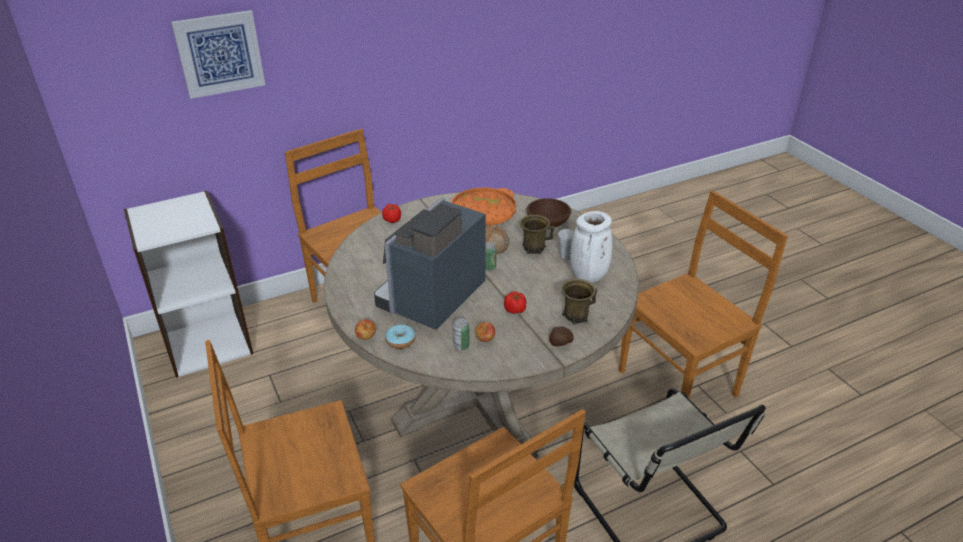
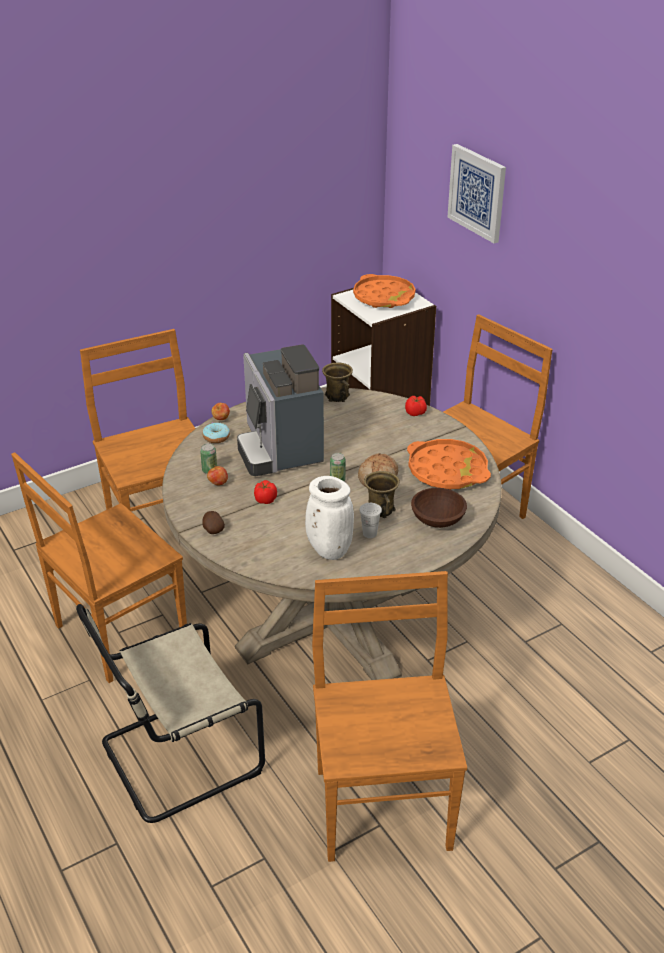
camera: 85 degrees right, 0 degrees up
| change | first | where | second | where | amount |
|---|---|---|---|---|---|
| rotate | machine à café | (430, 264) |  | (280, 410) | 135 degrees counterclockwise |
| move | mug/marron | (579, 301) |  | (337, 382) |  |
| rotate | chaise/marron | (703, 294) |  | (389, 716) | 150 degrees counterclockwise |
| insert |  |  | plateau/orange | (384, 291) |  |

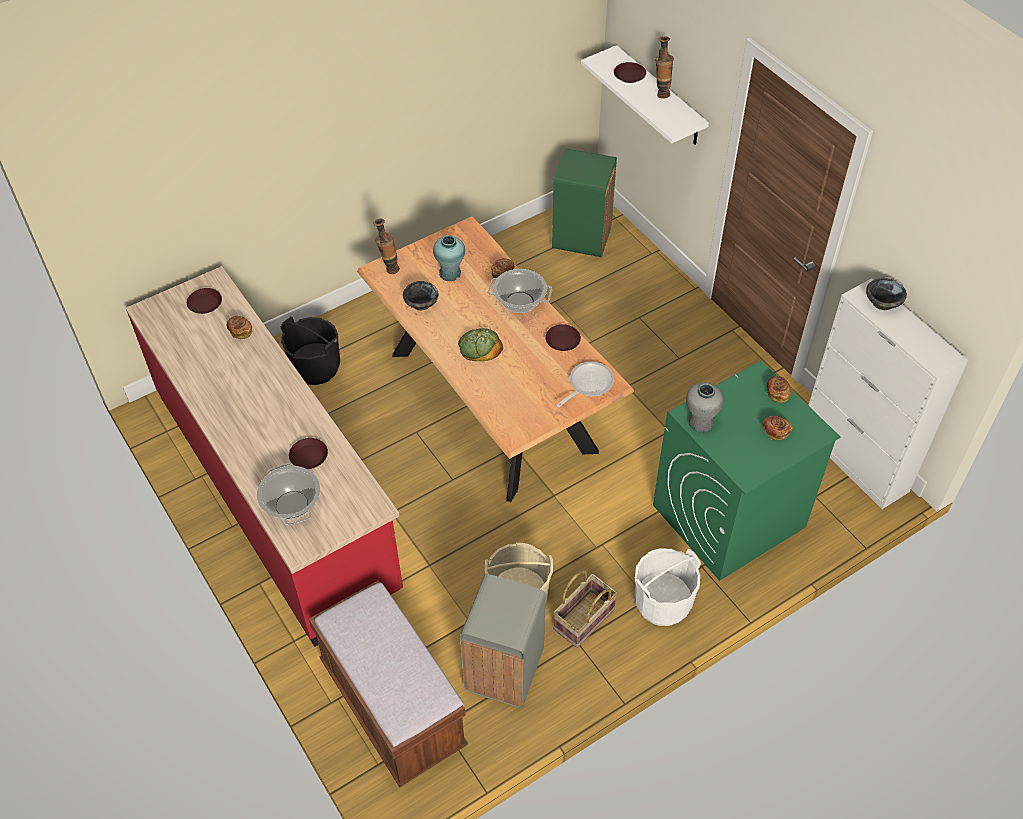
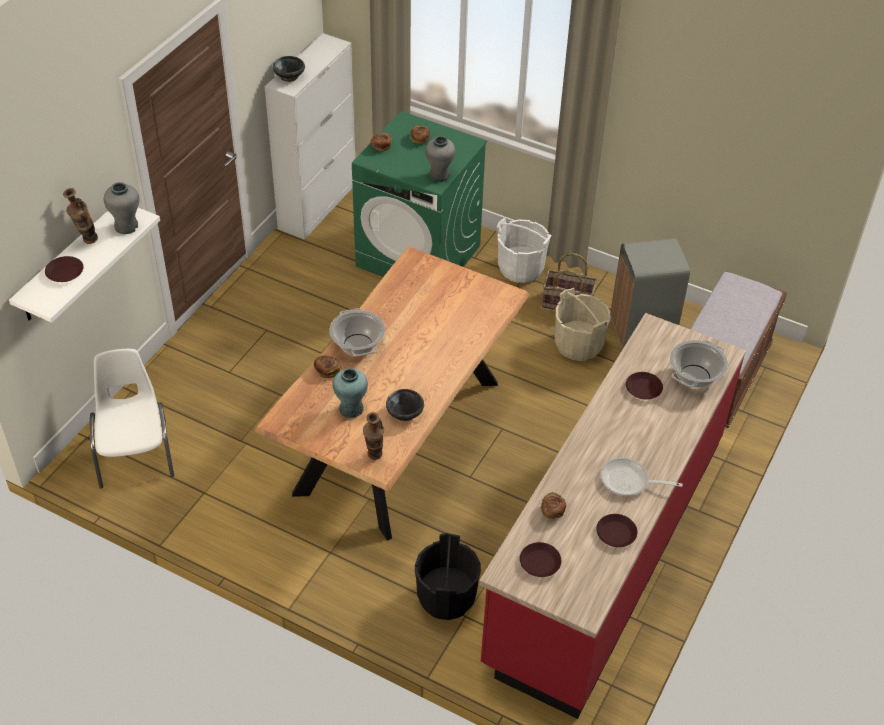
camera: 120 degrees left, 5 degrees down
| change | first | where | second | where | amount |
|---|---|---|---|---|---|
| delete | pain | (480, 344) |  |  |  |
| move | assiette/marron | (563, 338) |  | (616, 530) |  |
| replace | poubelle/vert | (584, 202) | chaise/blanc | (132, 418) |  |
| move | poêle | (585, 384) |  | (641, 476) |  |
| insert |  |  | vase/gris | (121, 208) |  |

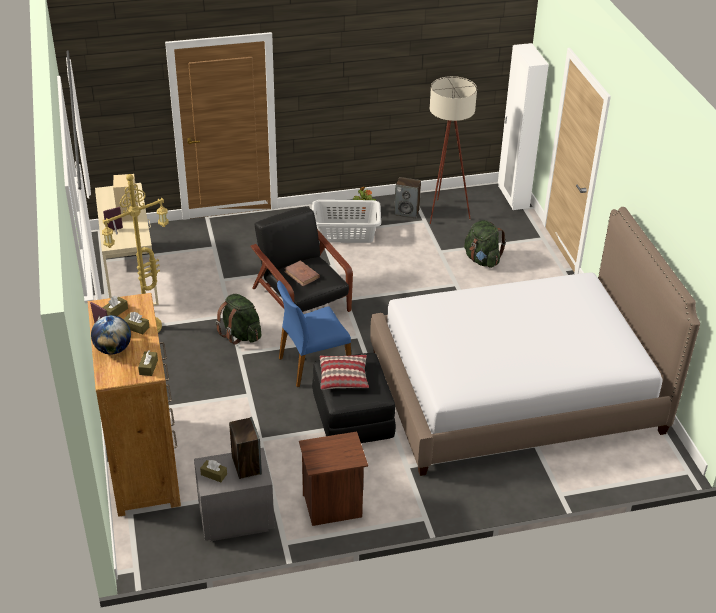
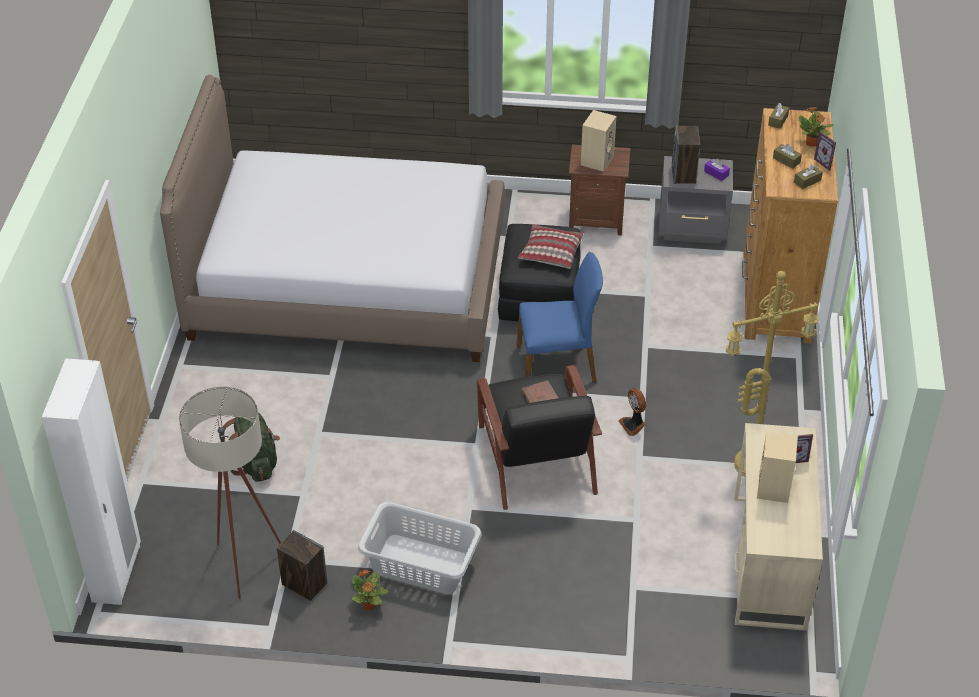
camera: 160 degrees left, 5 degrees up
| change | first | where | second | where | amount |
|---|---|---|---|---|---|
| replace | globe | (111, 335) | plante en pot | (816, 127) |  |
| recolor | boîte à mouchoirs/marron | (213, 471) | boîte à mouchoirs/violet | (717, 170) |  |
| replace | sac à dos/vert | (239, 319) | ventilateur | (632, 412) |  |
| insert |  |  | enceinte/beige | (598, 141) |  |

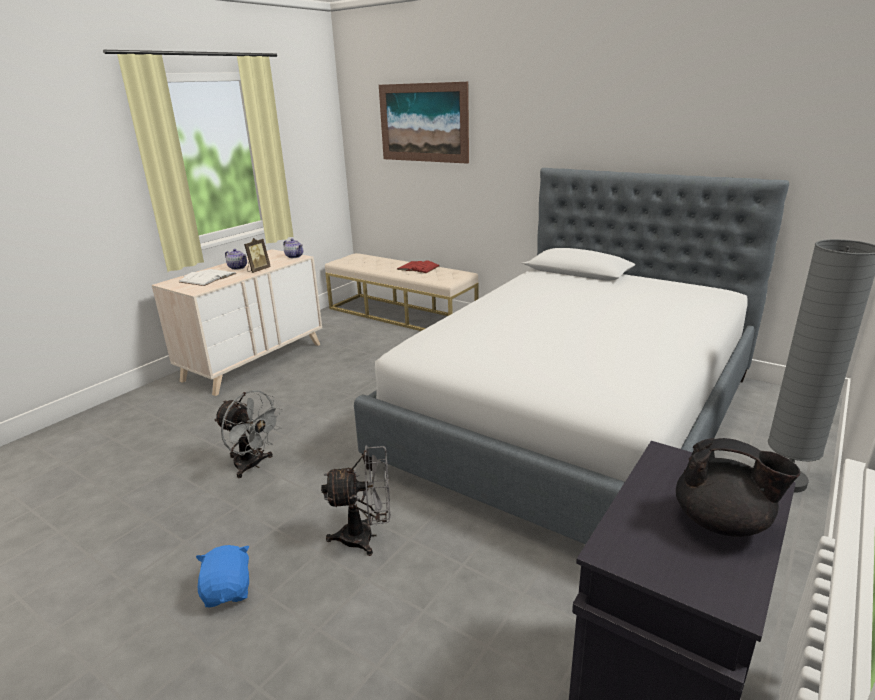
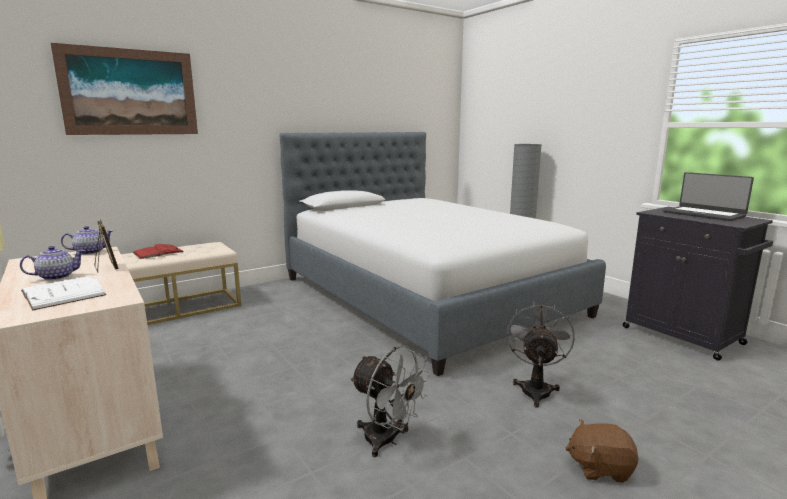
camera: 70 degrees left, 10 degrees down
| change | first | where | second | where | amount |
|---|---|---|---|---|---|
| recolor | peluche/bleu | (222, 576) | peluche/marron | (602, 451) |  |
| rotate | ventilateur/gris | (248, 434) |  | (390, 401) | 75 degrees clockwise |
| replace | théière/noir | (738, 487) | ordinateur portable | (708, 196) |  |

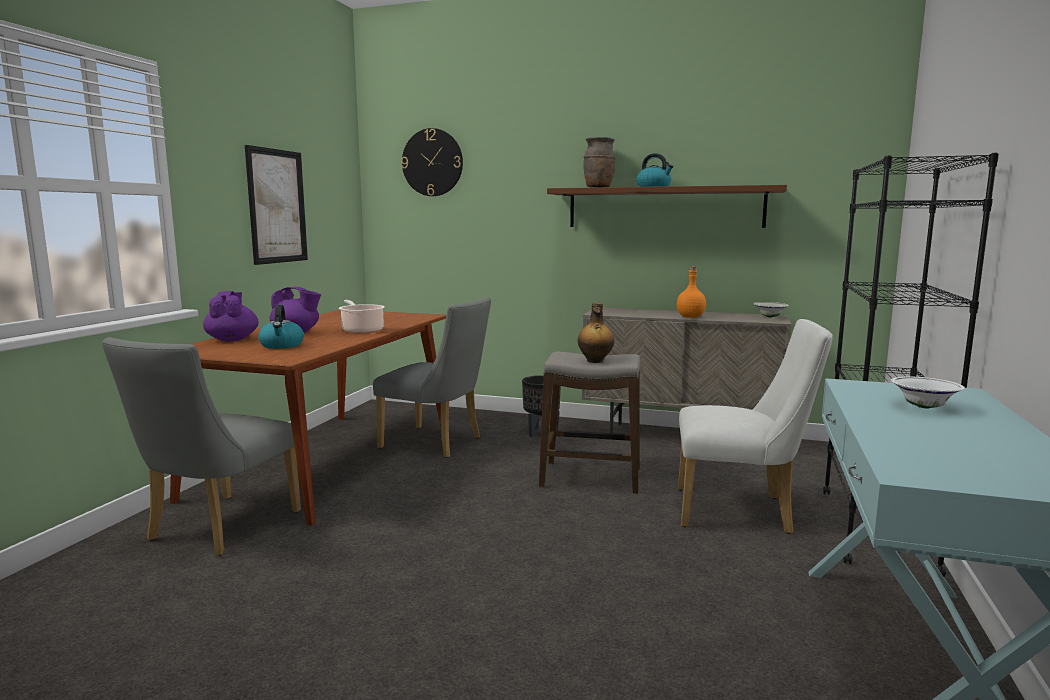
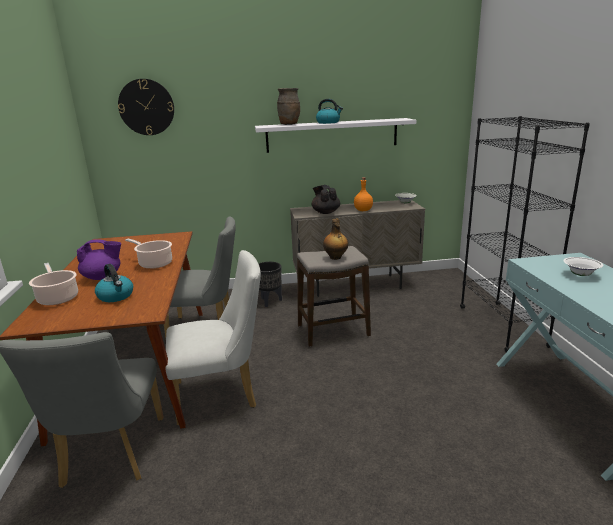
camera: 25 degrees left, 10 degrees up
| change | first | where | second | where | amount |
|---|---|---|---|---|---|
| replace | théière/violet | (230, 316) | marmite | (53, 284) |  |
| delete | tableau | (276, 205) |  |  |  |
| recolor | étagère/marron | (667, 206) | étagère/blanc | (335, 135) |  |
| move | chaise/blanc | (755, 426) |  | (213, 337) |  |
| insert |  |  | théière/noir | (326, 199) |  |

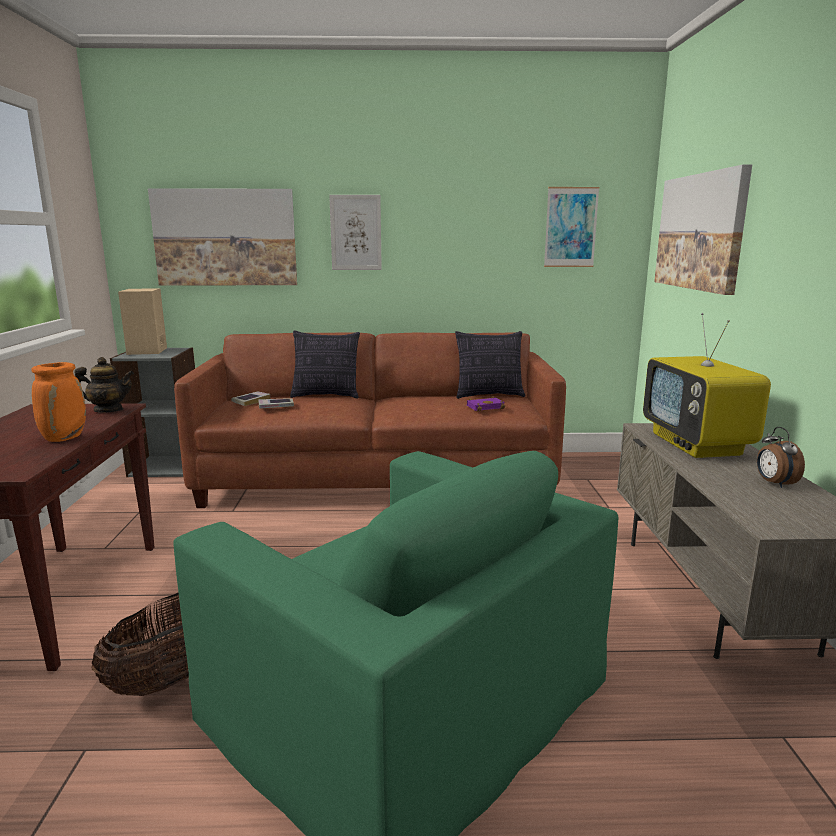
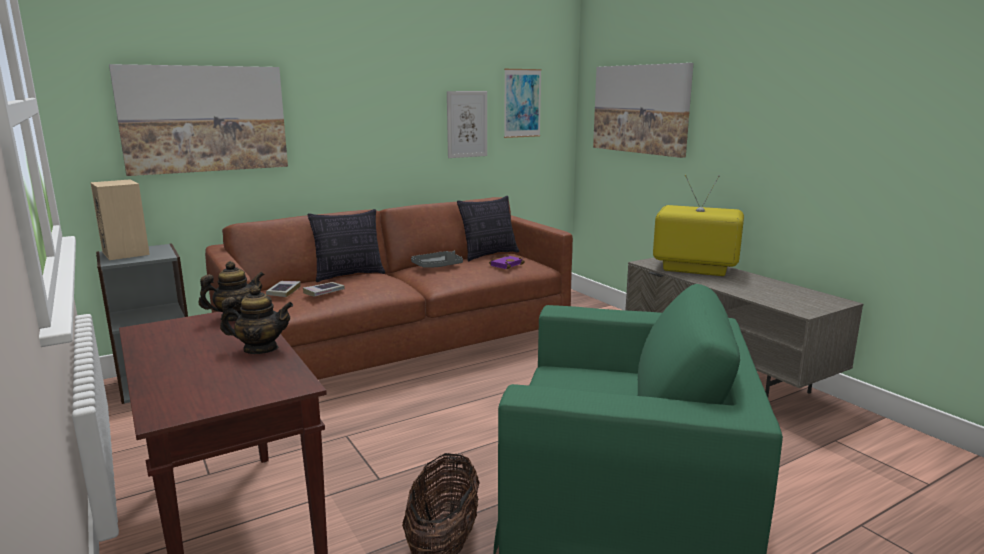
camera: 30 degrees left, 0 degrees up
| change | first | where | second | where | amount |
|---|---|---|---|---|---|
| replace | vase/orange | (58, 402) | théière | (256, 319) |  |
| move | tableau | (355, 232) |  | (467, 124) |  |
| rotate | téléviseur | (707, 385) |  | (698, 225) | 150 degrees clockwise |
| delete | réveil | (781, 457) |  |  |  |
| insert |  |  | plateau/gris | (437, 259) |  |

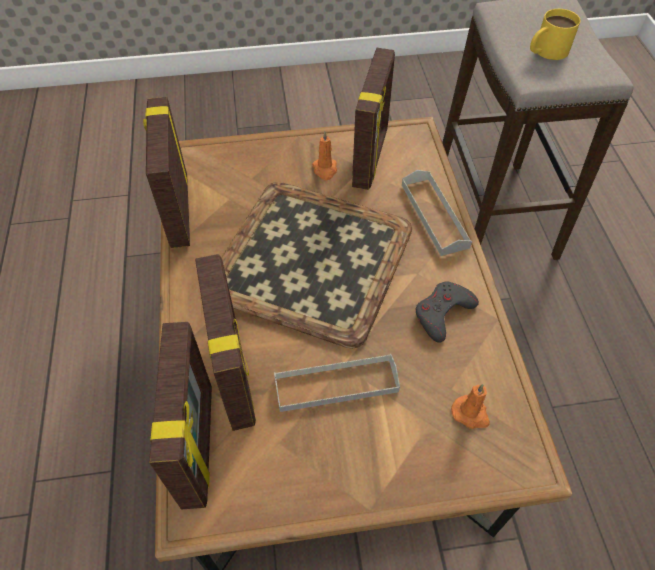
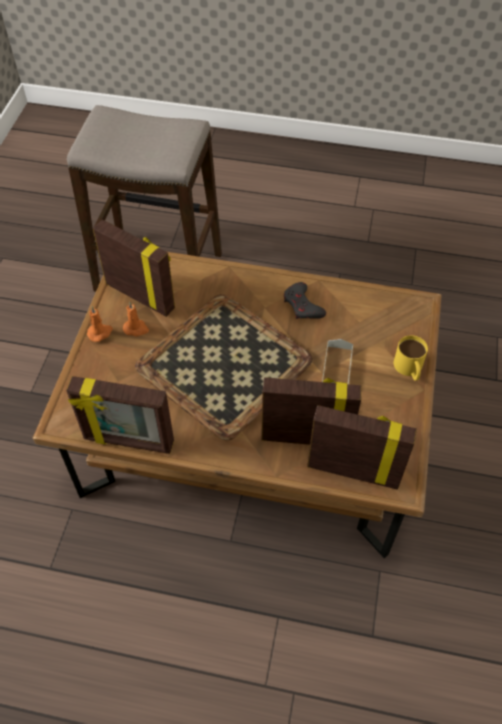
camera: 70 degrees left, 0 degrees up
| change | first | where | second | where | amount |
|---|---|---|---|---|---|
| delete | plateau/gris | (437, 213) |  |  |  |
| move | bougie/orange | (470, 406) |  | (100, 324) |  |
| move | mug/jaune | (555, 34) |  | (411, 358) |  |

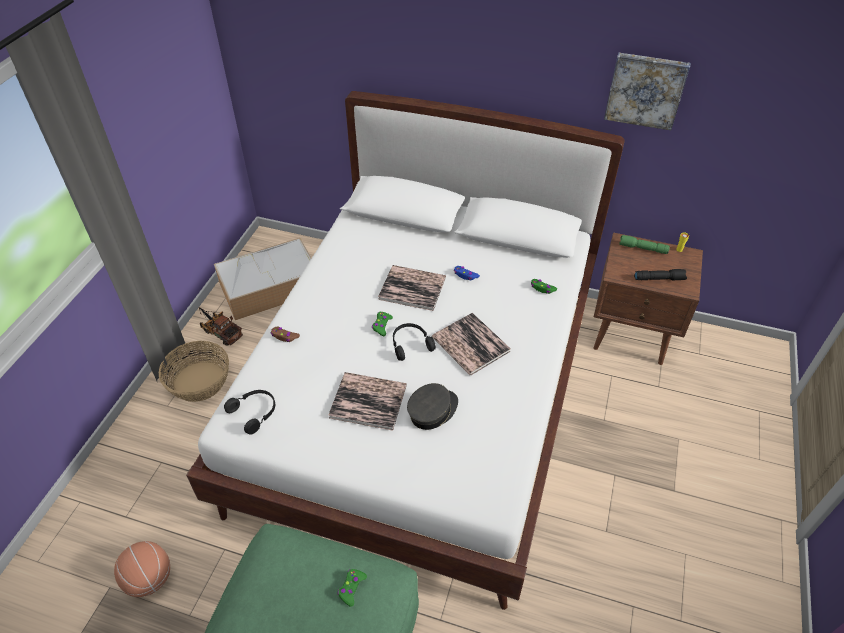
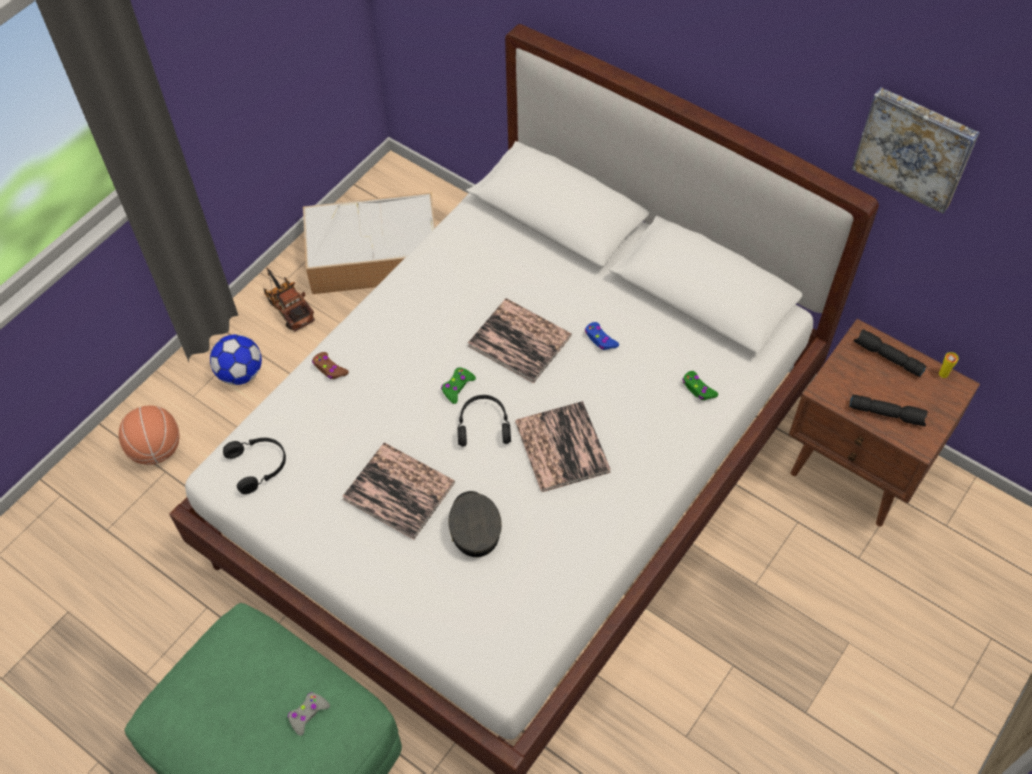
camera: 20 degrees right, 10 degrees up
| change | first | where | second | where | amount |
|---|---|---|---|---|---|
| move | ballon de basket | (142, 569) |  | (149, 435) |  |
| replace | panier | (194, 371) | ballon de foot | (236, 359) |  |
| recolor | manette/vert | (352, 588) | manette/gris | (309, 714) |  |
| rotate | casquette/gris | (432, 406) |  | (475, 524) | 75 degrees counterclockwise |
| recolor | lampe de poche/vert | (644, 244) | lampe de poche/noir | (890, 353) |  |

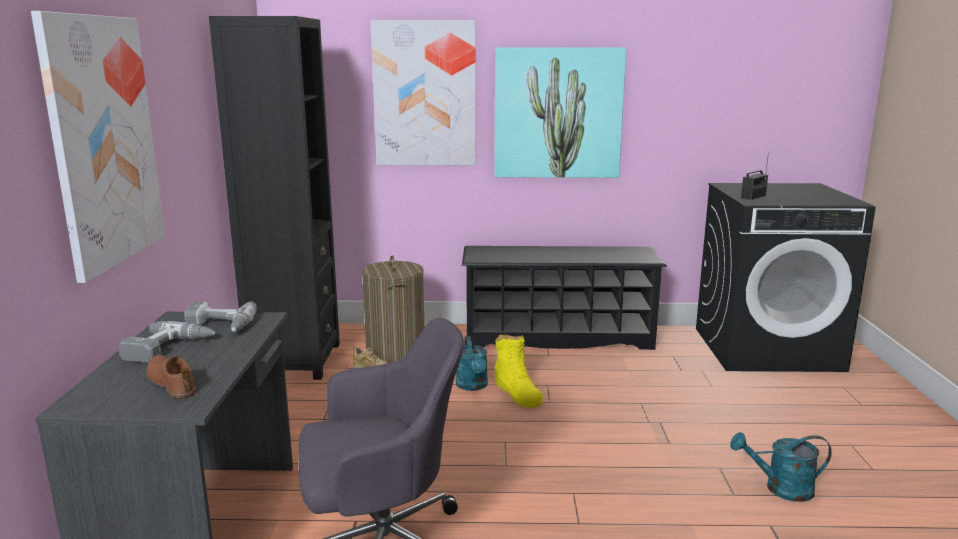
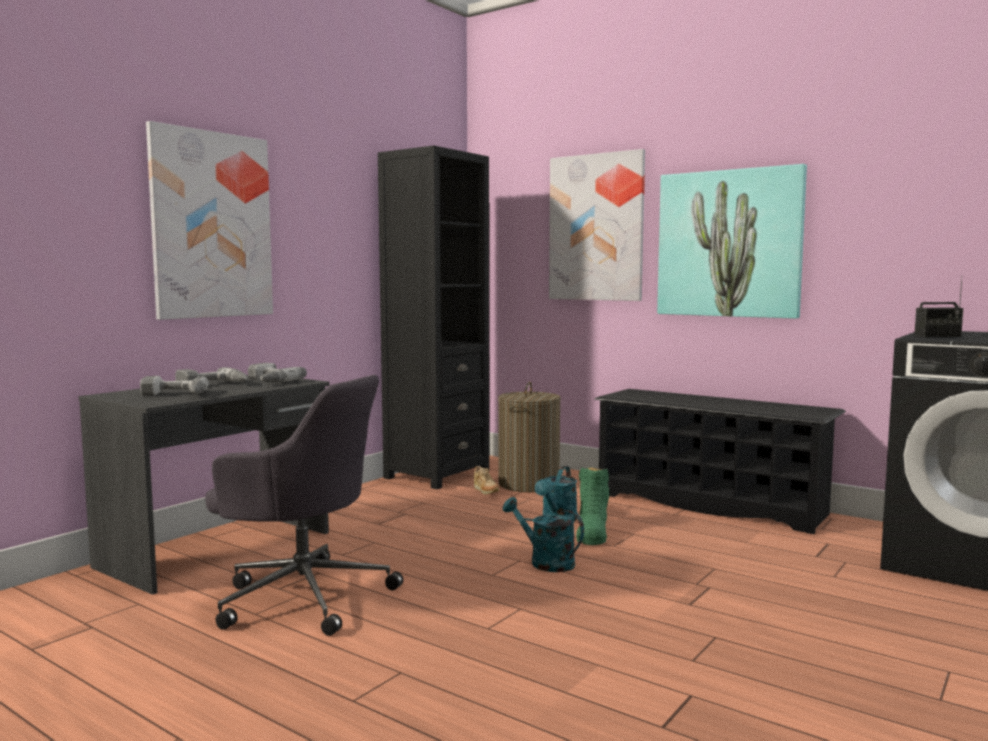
camera: 35 degrees right, 10 degrees down
| change | first | where | second | where | amount |
|---|---|---|---|---|---|
| replace | chaussure/marron | (171, 377) | perceuse | (174, 386) |  |
| recolor | botte/jaune | (519, 371) | botte/vert | (592, 506) |  |
| move | arrosoir/turquoise | (781, 467) |  | (543, 534) |  |

